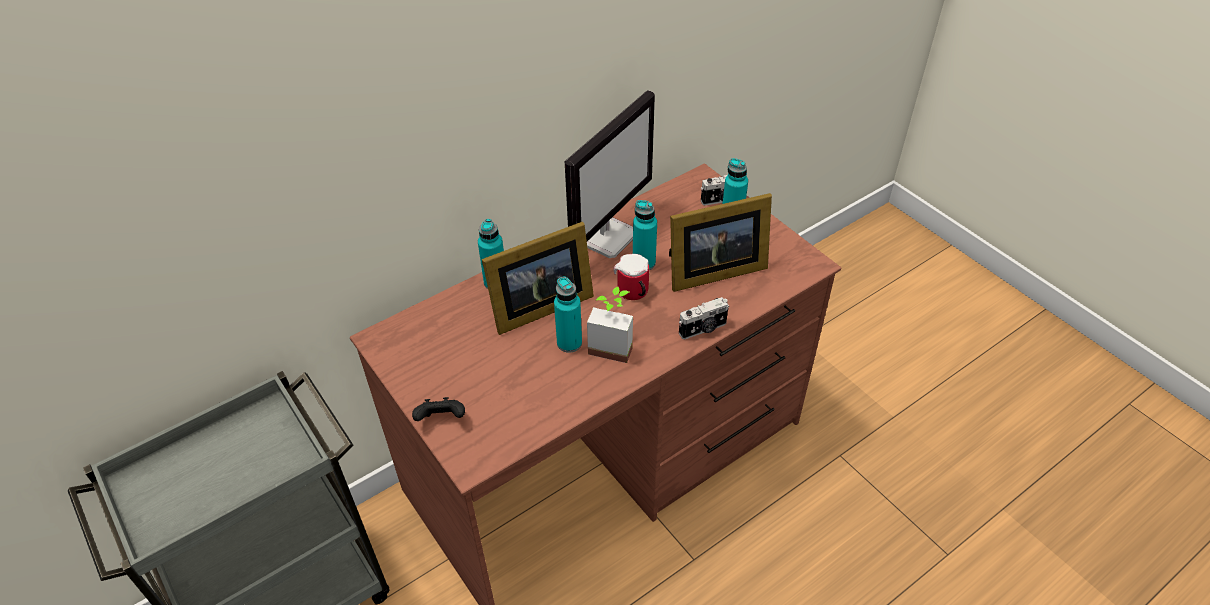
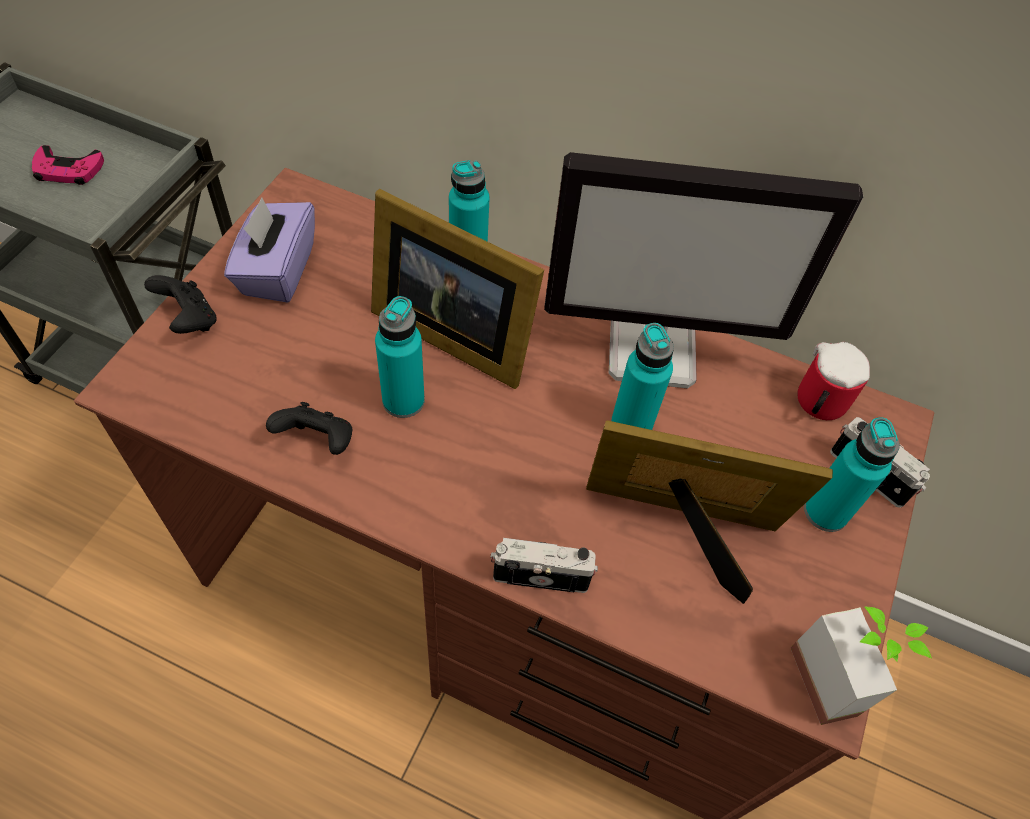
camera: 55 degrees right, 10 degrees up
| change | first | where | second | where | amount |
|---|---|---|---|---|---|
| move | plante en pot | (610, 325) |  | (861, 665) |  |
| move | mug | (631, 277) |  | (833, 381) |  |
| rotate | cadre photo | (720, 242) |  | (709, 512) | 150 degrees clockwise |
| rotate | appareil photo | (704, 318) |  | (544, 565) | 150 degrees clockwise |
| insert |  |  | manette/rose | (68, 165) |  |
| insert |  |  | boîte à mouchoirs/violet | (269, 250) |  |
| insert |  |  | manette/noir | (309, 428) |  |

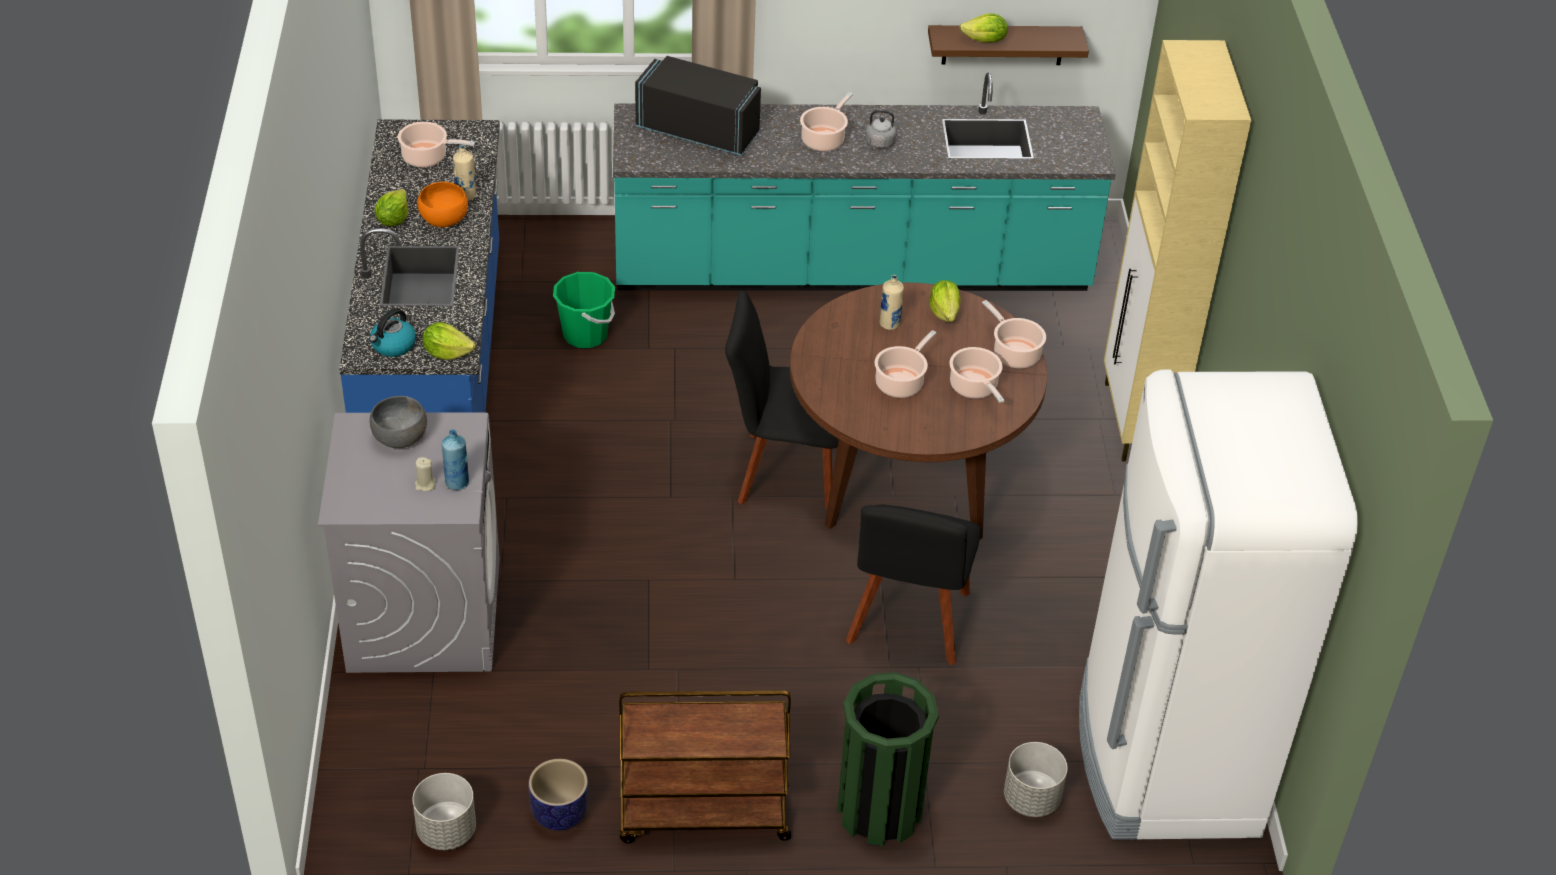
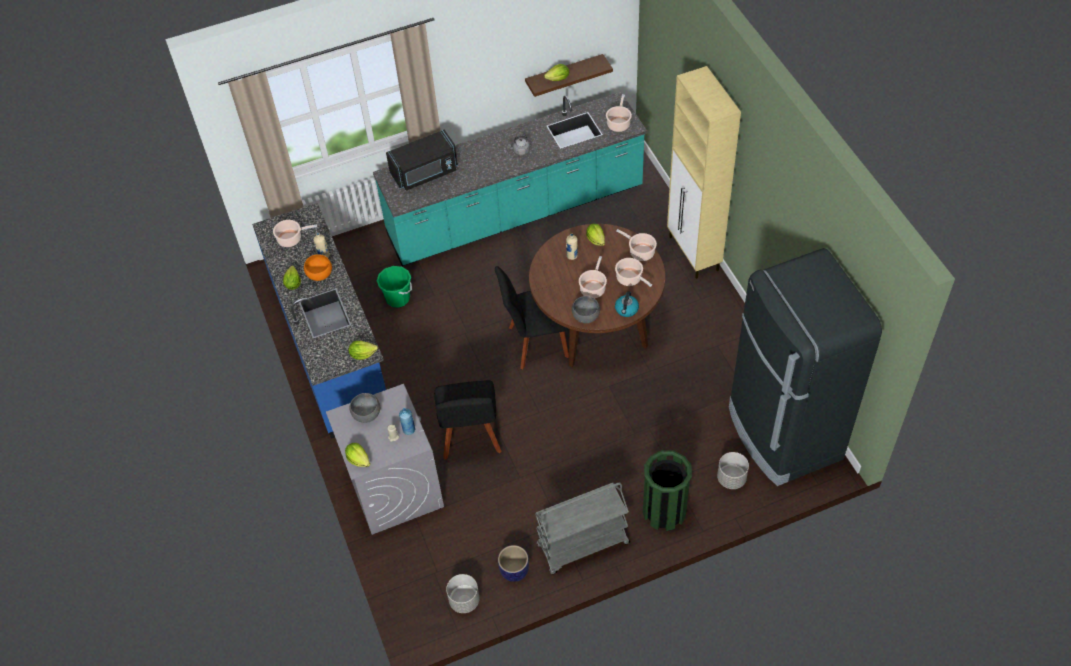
camera: 15 degrees left, 10 degrees up
| change | first | where | second | where | amount |
|---|---|---|---|---|---|
| move | bouilloire | (392, 332) |  | (627, 304) |  |
| recolor | chariot/marron | (705, 767) | chariot/gris | (582, 528) |  |
| rotate | micro-ondes/noir | (698, 106) |  | (422, 160) | 150 degrees clockwise |
| move | marmite | (826, 121) |  | (619, 113) |  |
| move | chaise/noir | (913, 585) |  | (468, 420) |  |
| recolor | réfrigérateur/blanc | (1218, 604) | réfrigérateur/noir | (805, 367) |  |
| insert |  |  | laitue | (357, 455) |  |
| insert |  |  | bol/gris | (586, 309) |  |

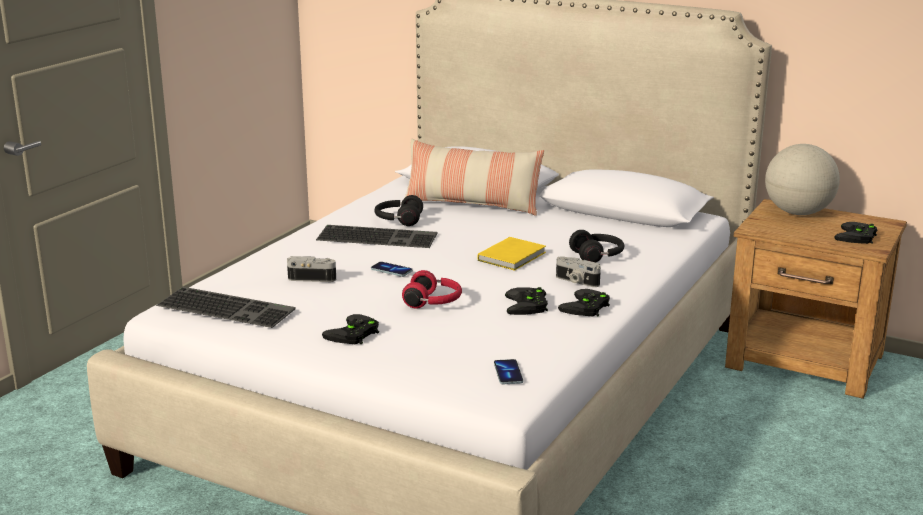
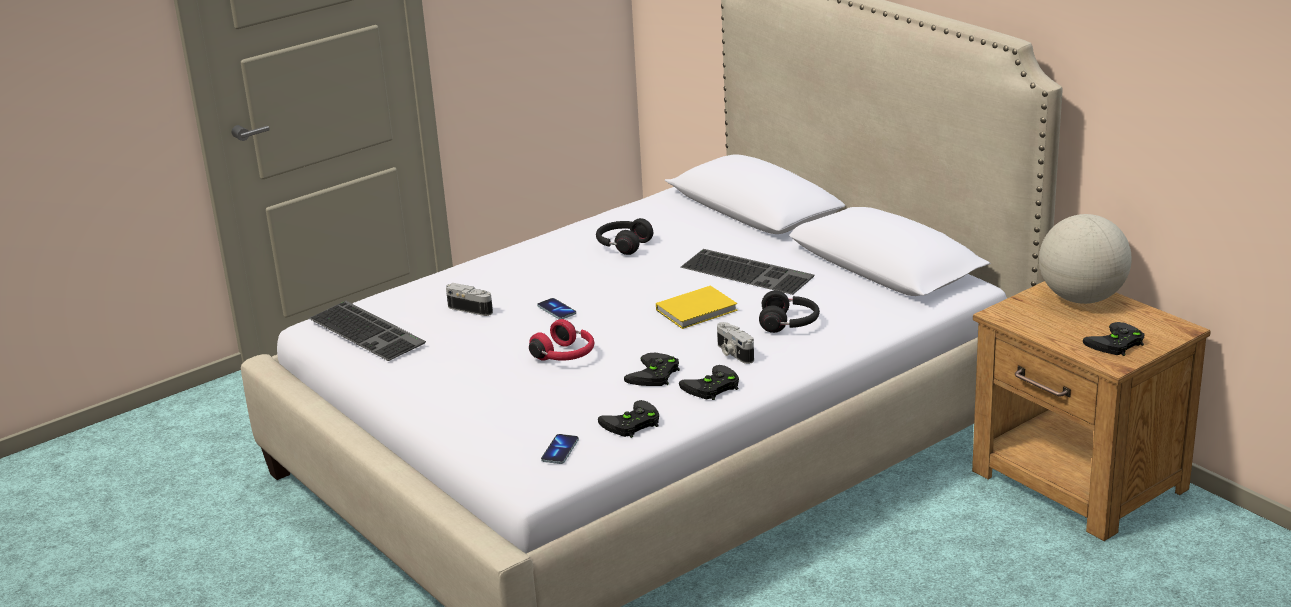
camera: 25 degrees right, 5 degrees up
| change | first | where | second | where | amount |
|---|---|---|---|---|---|
| move | clavier | (376, 236) |  | (747, 272) |  |
| move | manette/noir | (350, 329) |  | (628, 419) |  |
| delete | coussin | (474, 177) |  |  |  |

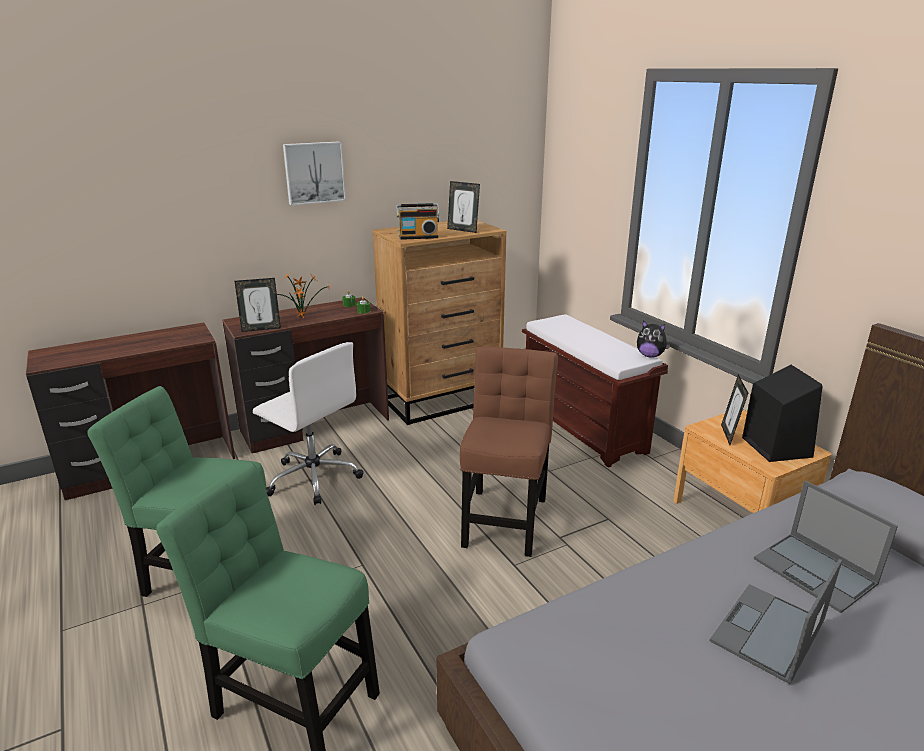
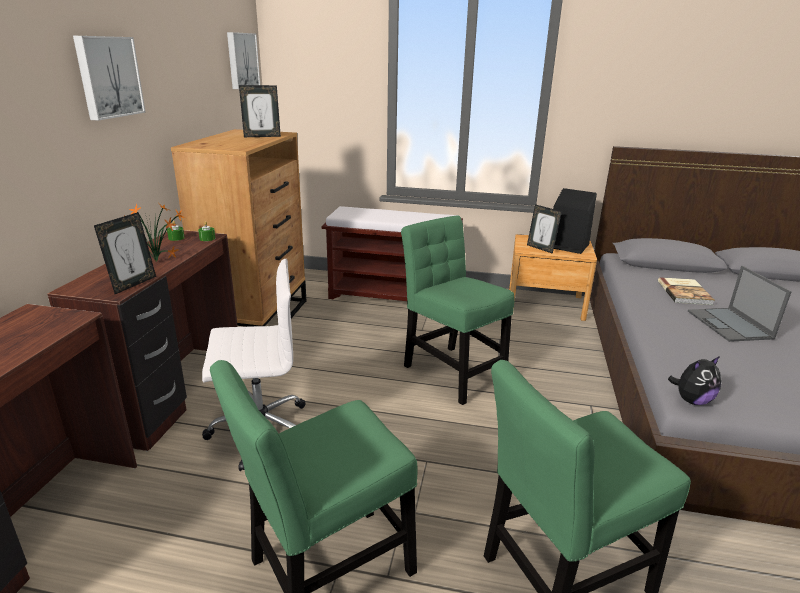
camera: 50 degrees left, 0 degrees up
| change | first | where | second | where | amount |
|---|---|---|---|---|---|
| delete | radio | (418, 221) |  |  |  |
| recolor | chaise/marron | (509, 452) | chaise/vert | (458, 310) |  |
| move | peluche | (654, 339) |  | (694, 380) |  |
| replace | ordinateur portable | (826, 546) | livre | (686, 291) |  |
| insert |  |  | tableau | (243, 60) |  |

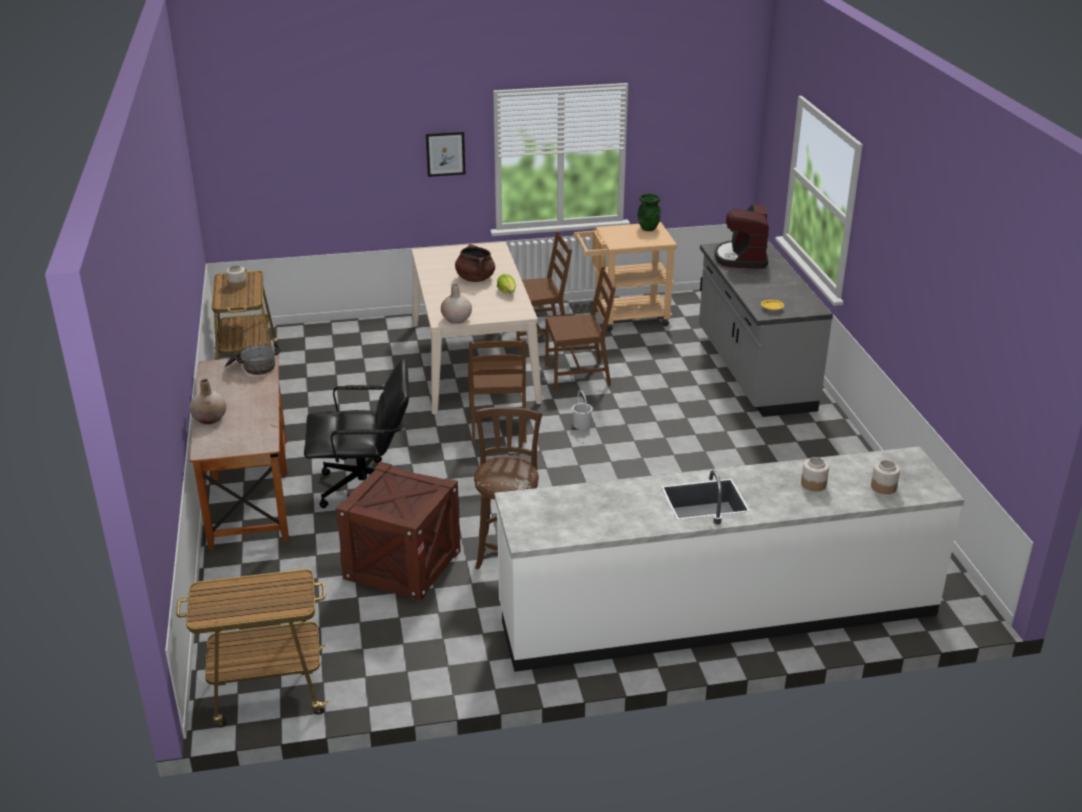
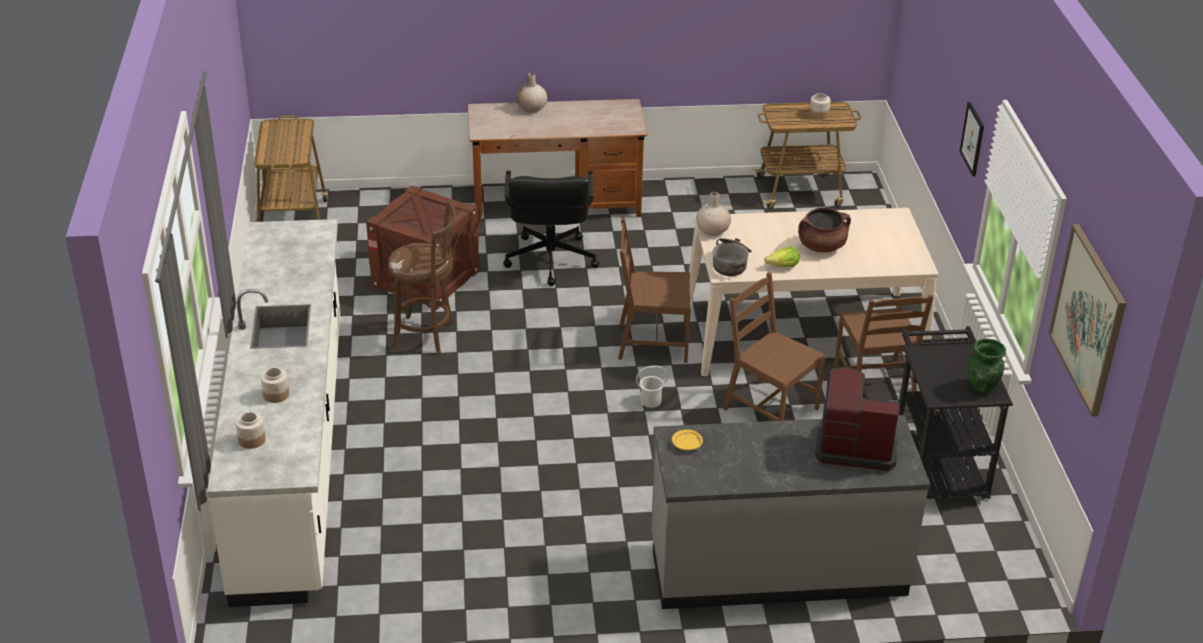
camera: 95 degrees right, 5 degrees up
| change | first | where | second | where | amount |
|---|---|---|---|---|---|
| move | marmite | (253, 360) |  | (732, 257) |  |
| rotate | chaise/marron | (580, 328) |  | (774, 346) | 135 degrees clockwise |
| recolor | chariot/beige | (625, 276) | chariot/noir | (955, 412) |  |
| insert |  |  | tableau | (1087, 320) |  |

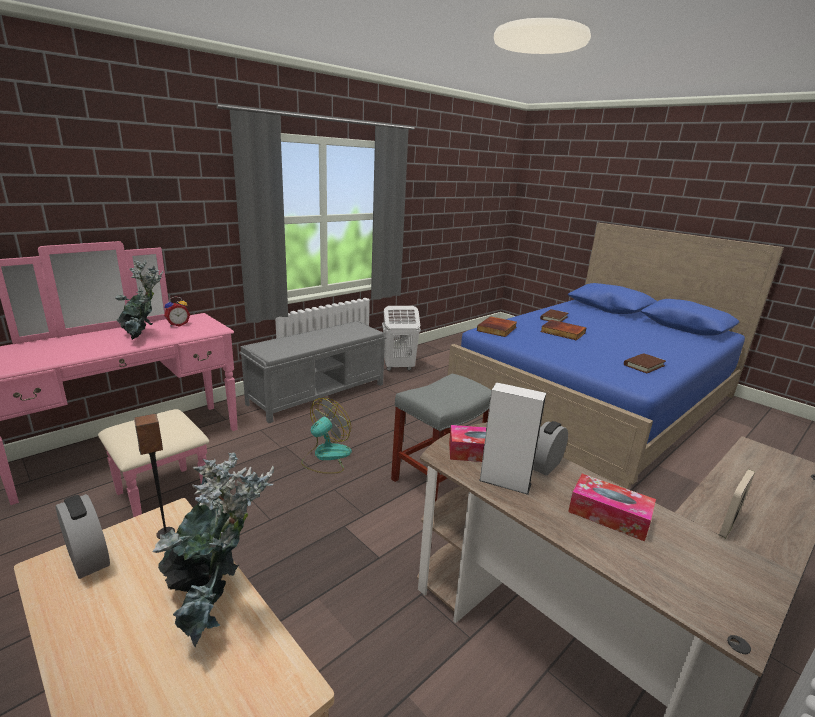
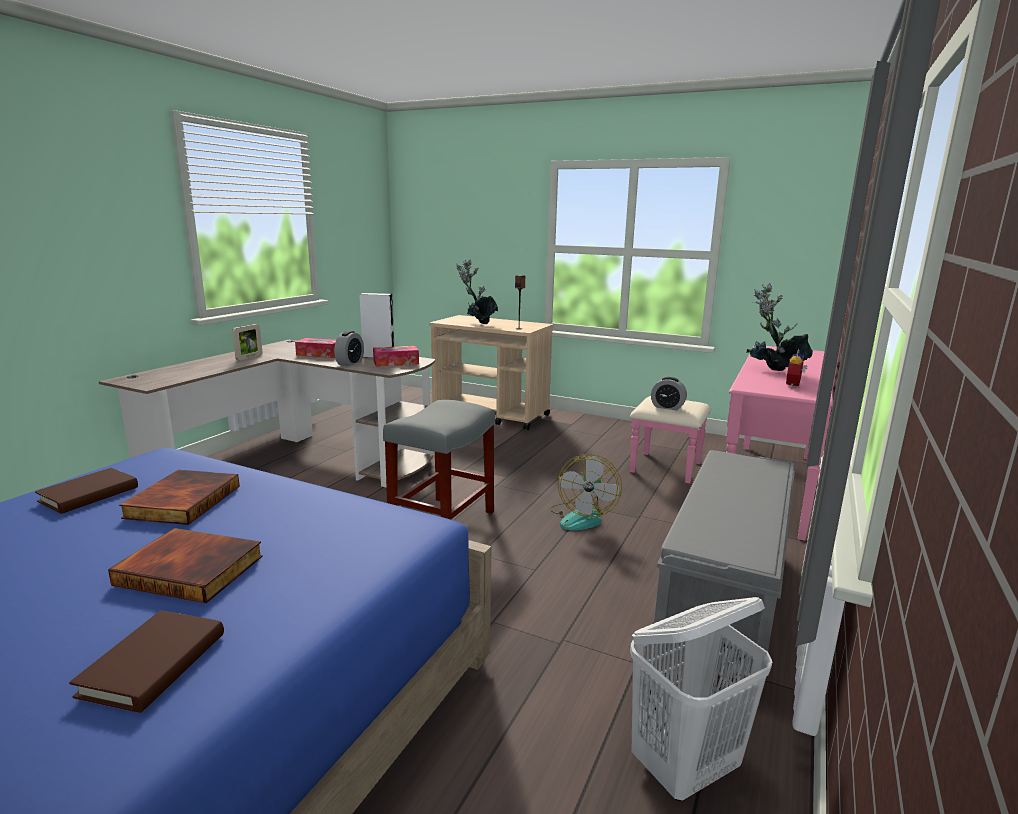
camera: 160 degrees right, 5 degrees down
| change | first | where | second | where | amount |
|---|---|---|---|---|---|
| move | réveil | (83, 536) |  | (669, 394) |  |
| move | livre | (497, 326) |  | (179, 497) |  |

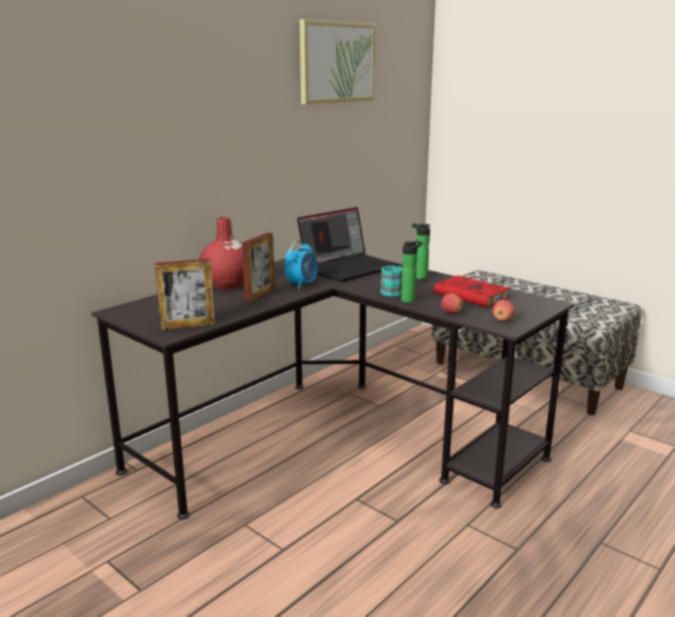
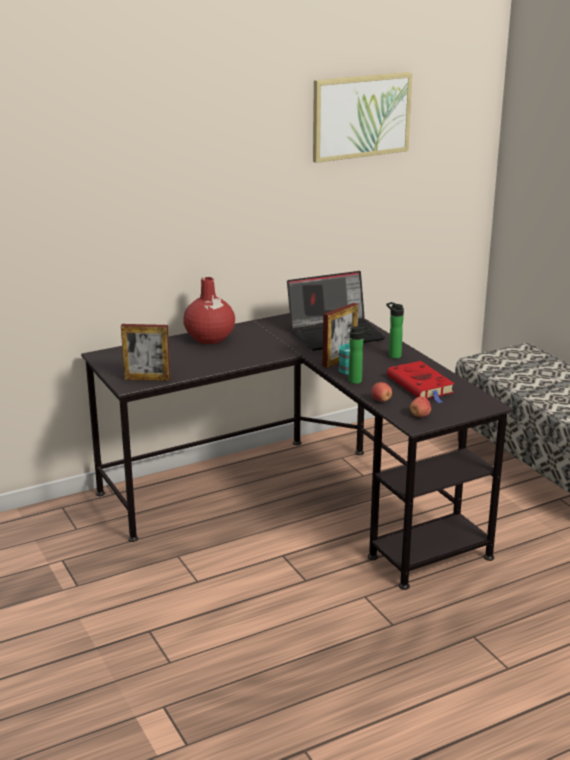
camera: 20 degrees right, 5 degrees up
| change | first | where | second | where | amount |
|---|---|---|---|---|---|
| move | cadre photo | (258, 267) |  | (340, 335) |  |
| delete | réveil | (301, 265) |  |  |  |

